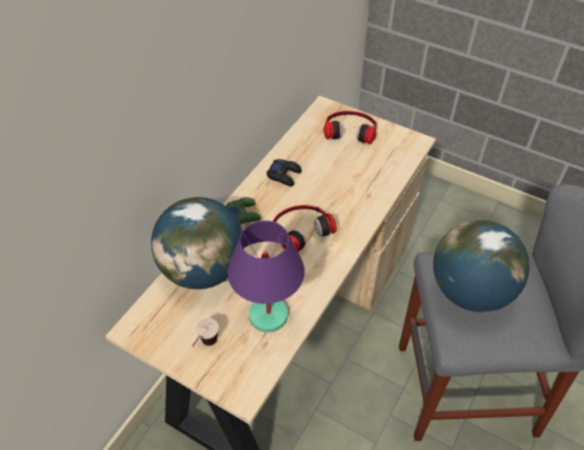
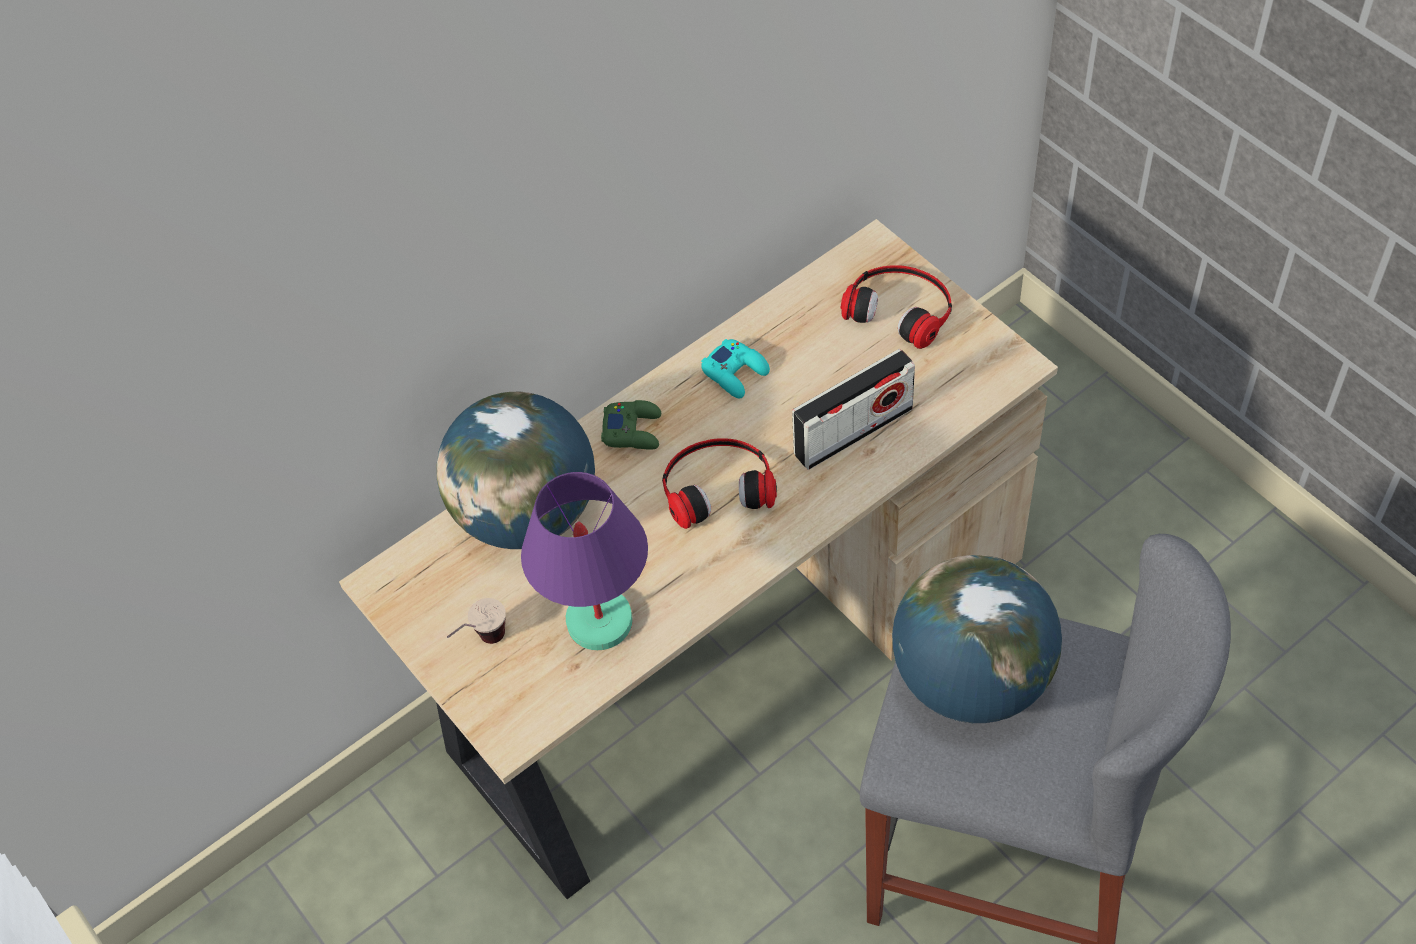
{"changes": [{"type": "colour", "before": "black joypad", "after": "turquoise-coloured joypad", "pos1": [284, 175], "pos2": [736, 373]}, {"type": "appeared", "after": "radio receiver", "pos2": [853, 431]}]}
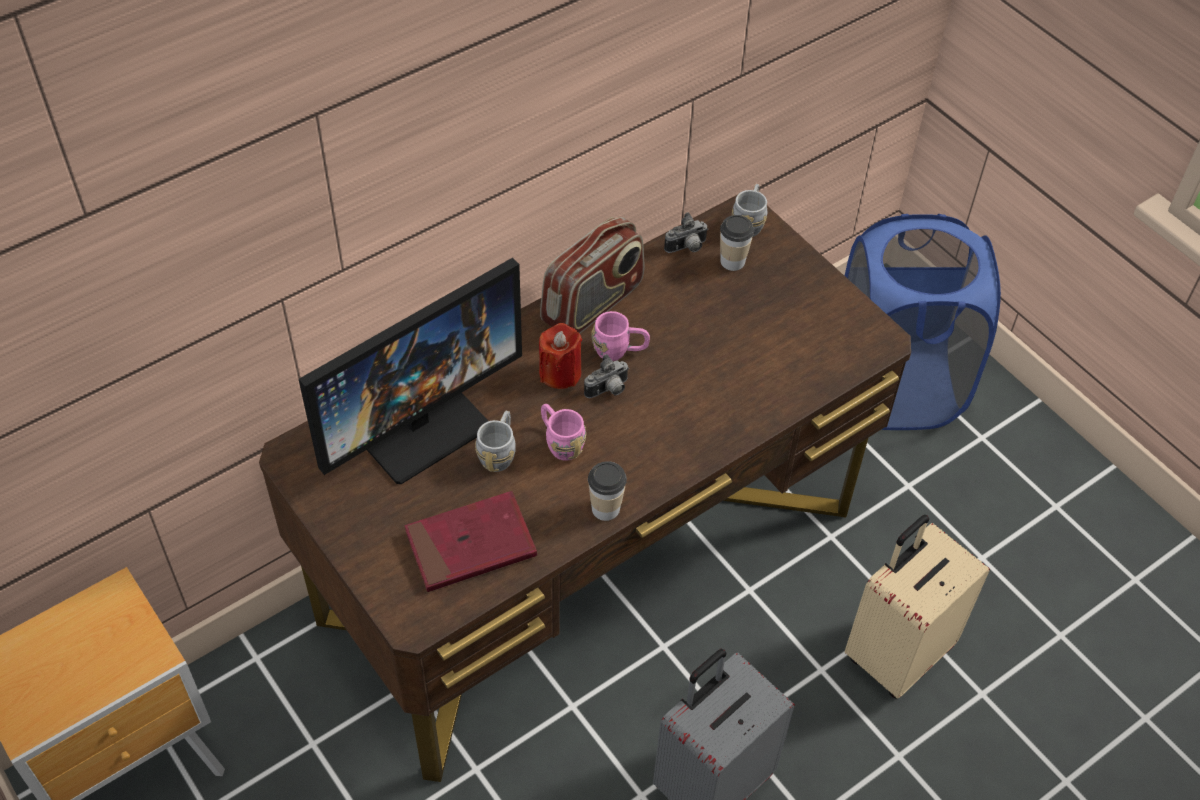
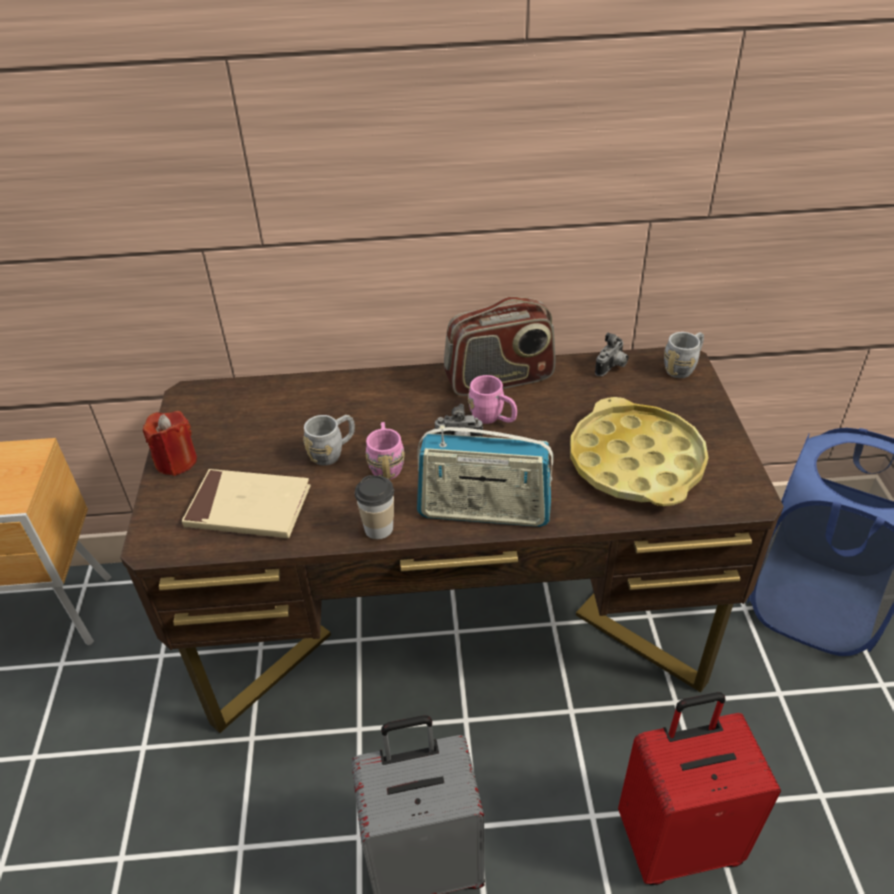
{"changes": [{"type": "spun", "before": "photo camera", "pos1": [687, 248], "pos2": [612, 367], "turn": -60}, {"type": "missing", "before": "drinking cup", "pos1": [732, 261]}, {"type": "missing", "before": "computer display", "pos1": [418, 424]}, {"type": "relocated", "before": "red candle", "pos1": [560, 373], "pos2": [176, 461]}, {"type": "colour", "before": "red book", "after": "beige book", "pos1": [471, 545], "pos2": [248, 508]}, {"type": "colour", "before": "beige suitcase", "after": "red suitcase", "pos1": [896, 652], "pos2": [677, 840]}, {"type": "appeared", "after": "yellow-coloured serving tray", "pos2": [635, 462]}, {"type": "appeared", "after": "radio receiver", "pos2": [484, 511]}]}
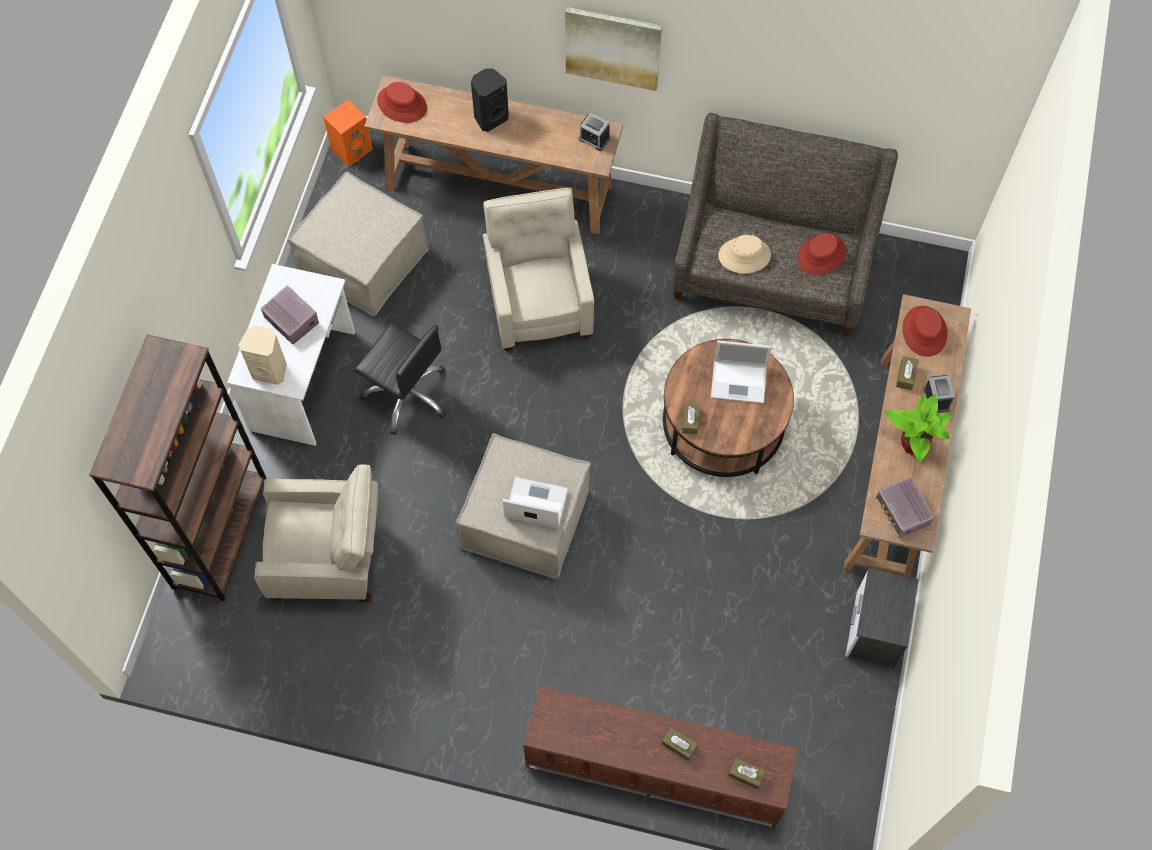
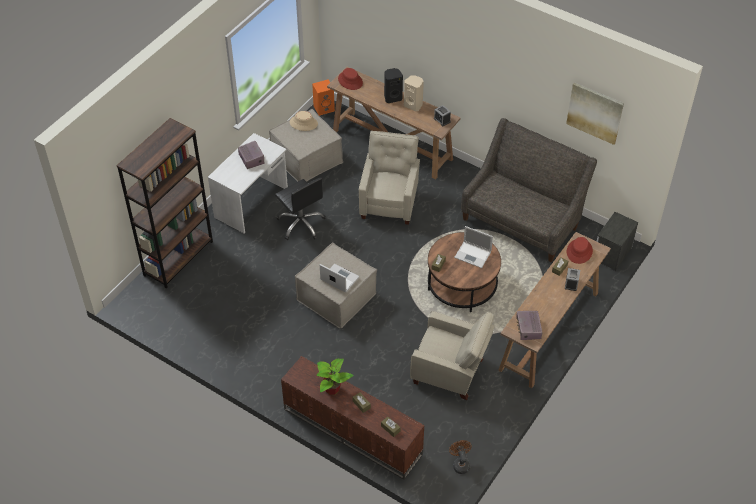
{"changes": [{"type": "relocated", "before": "picture", "pos1": [613, 47], "pos2": [595, 112]}, {"type": "missing", "before": "red hat", "pos1": [821, 255]}, {"type": "relocated", "before": "beige hat", "pos1": [744, 255], "pos2": [303, 123]}, {"type": "relocated", "before": "beige audio speaker", "pos1": [270, 370], "pos2": [413, 105]}, {"type": "relocated", "before": "potted plant", "pos1": [912, 444], "pos2": [332, 389]}, {"type": "relocated", "before": "beige easy chair", "pos1": [330, 559], "pos2": [450, 372]}, {"type": "relocated", "before": "night table", "pos1": [874, 631], "pos2": [611, 254]}, {"type": "appeared", "after": "brown fan", "pos2": [460, 463]}]}
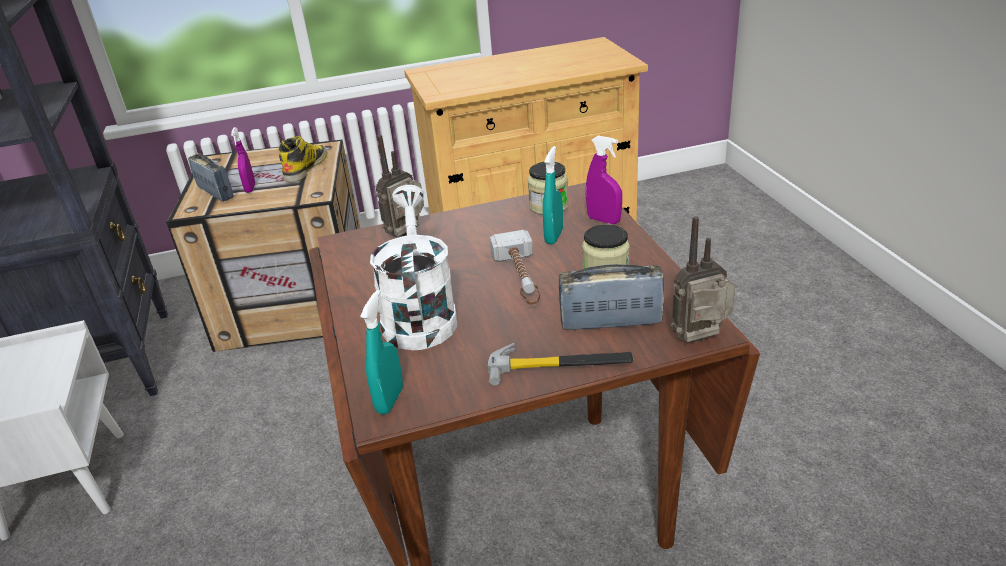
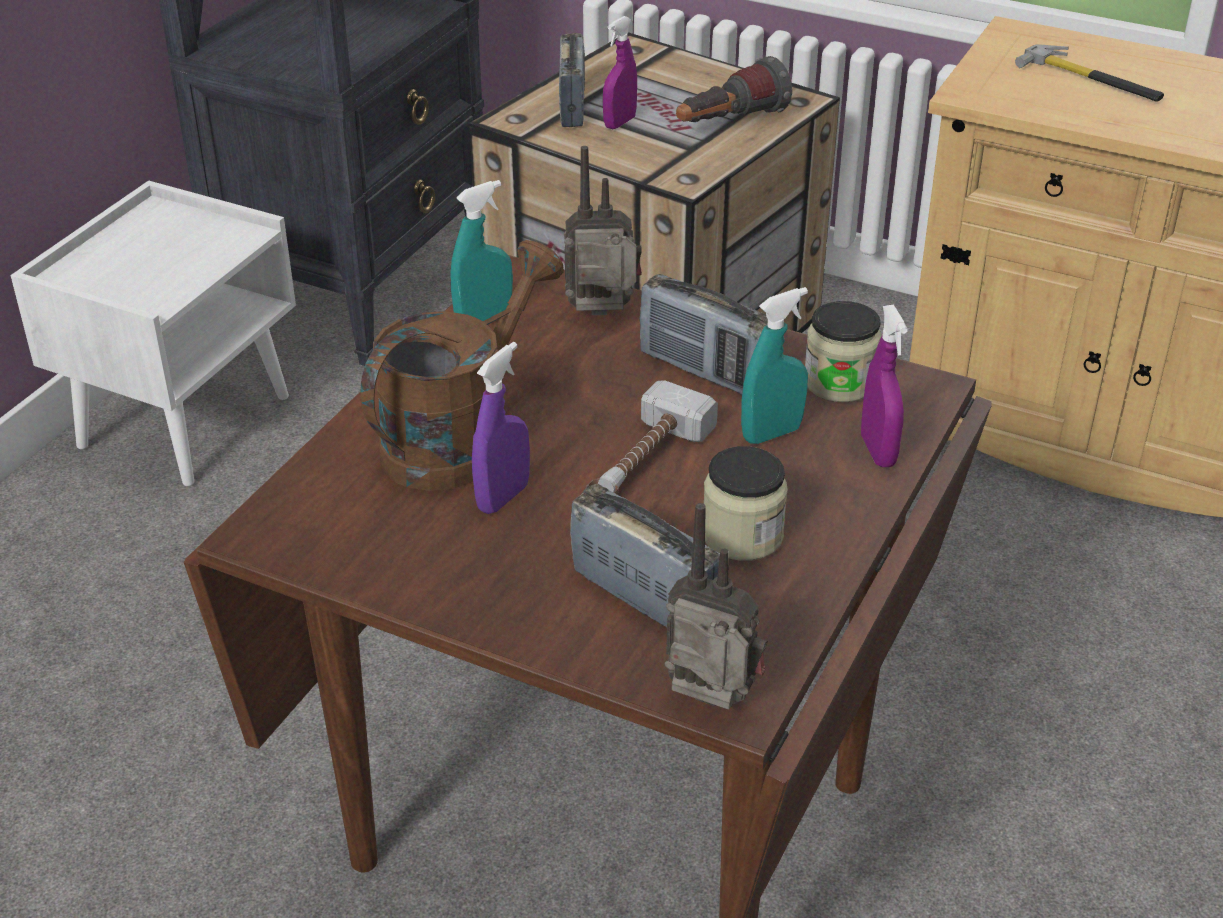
{"changes": [{"type": "exchanged", "before": "tall boot", "after": "hand torch", "pos1": [306, 167], "pos2": [729, 124]}, {"type": "colour", "before": "white sprinkling can", "after": "brown sprinkling can", "pos1": [419, 315], "pos2": [458, 438]}, {"type": "relocated", "before": "turquoise-coloured hand sprayer", "pos1": [390, 400], "pos2": [484, 319]}, {"type": "relocated", "before": "hammer", "pos1": [560, 365], "pos2": [1092, 79]}, {"type": "appeared", "after": "radio receiver", "pos2": [705, 371]}, {"type": "appeared", "after": "purplish hand sprayer", "pos2": [503, 497]}]}
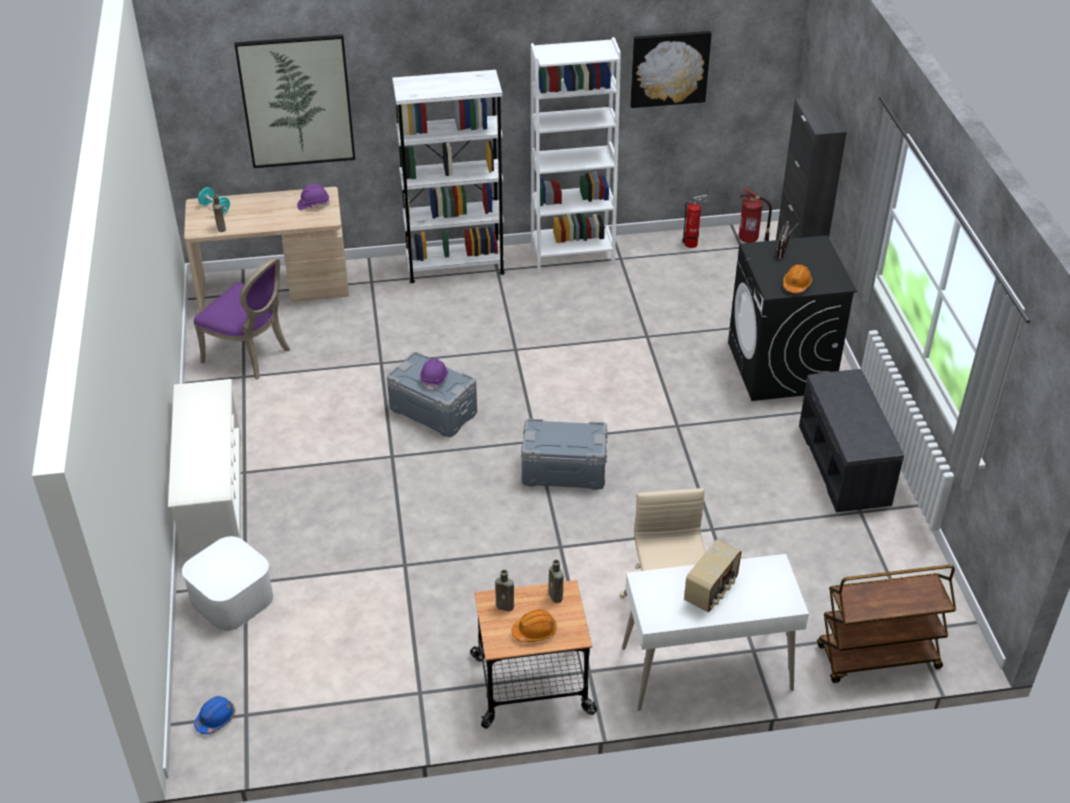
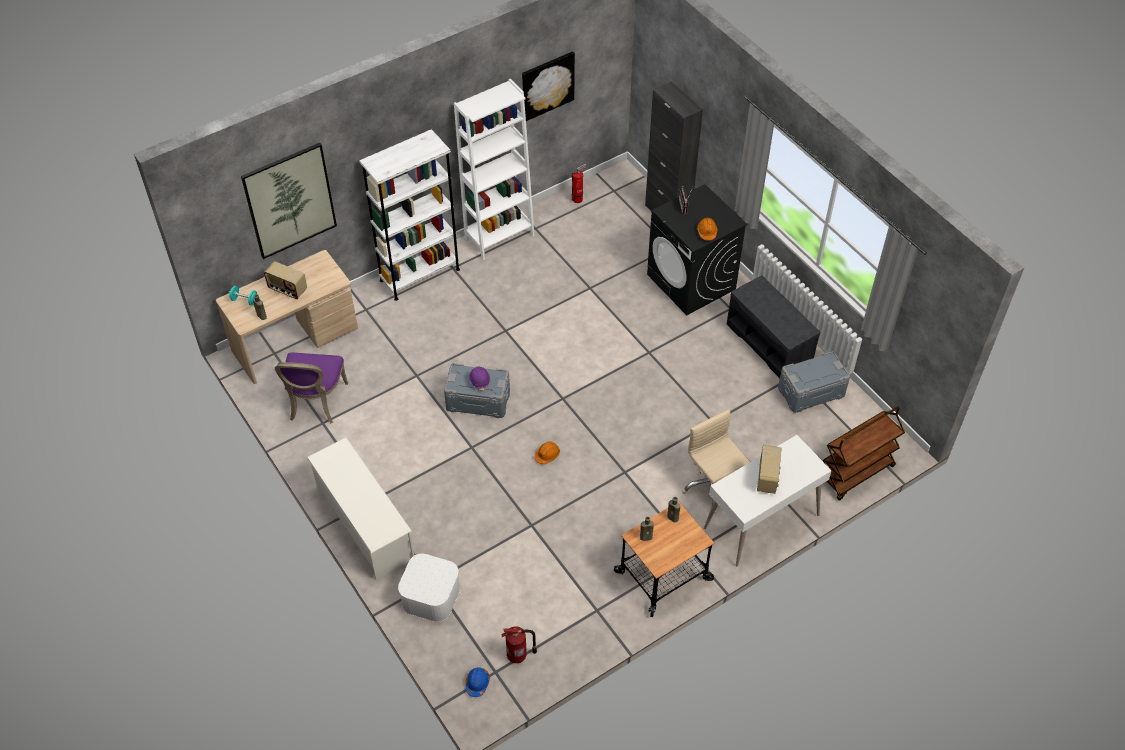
{"changes": [{"type": "missing", "before": "purplish work helmet", "pos1": [313, 204]}, {"type": "relocated", "before": "fire extinguisher", "pos1": [749, 239], "pos2": [518, 655]}, {"type": "spun", "before": "purplish plain chair", "pos1": [251, 355], "pos2": [316, 403], "turn": 90}, {"type": "relocated", "before": "greyish storage bin", "pos1": [564, 471], "pos2": [811, 392]}, {"type": "relocated", "before": "orangey work helmet", "pos1": [534, 631], "pos2": [547, 455]}, {"type": "appeared", "after": "radio receiver", "pos2": [287, 289]}]}
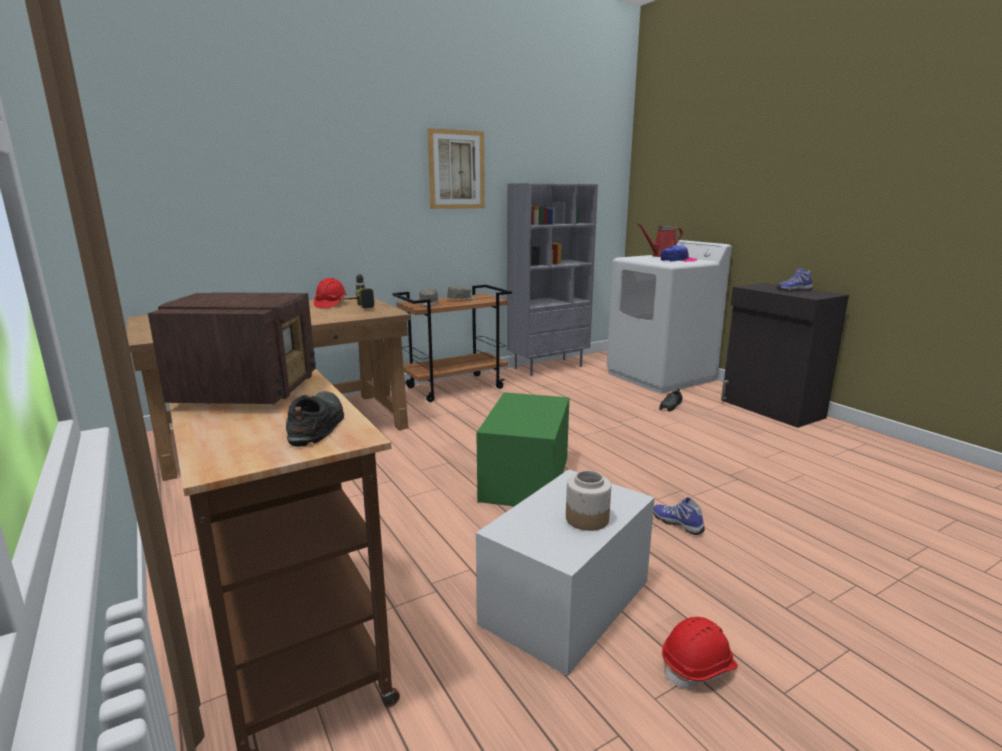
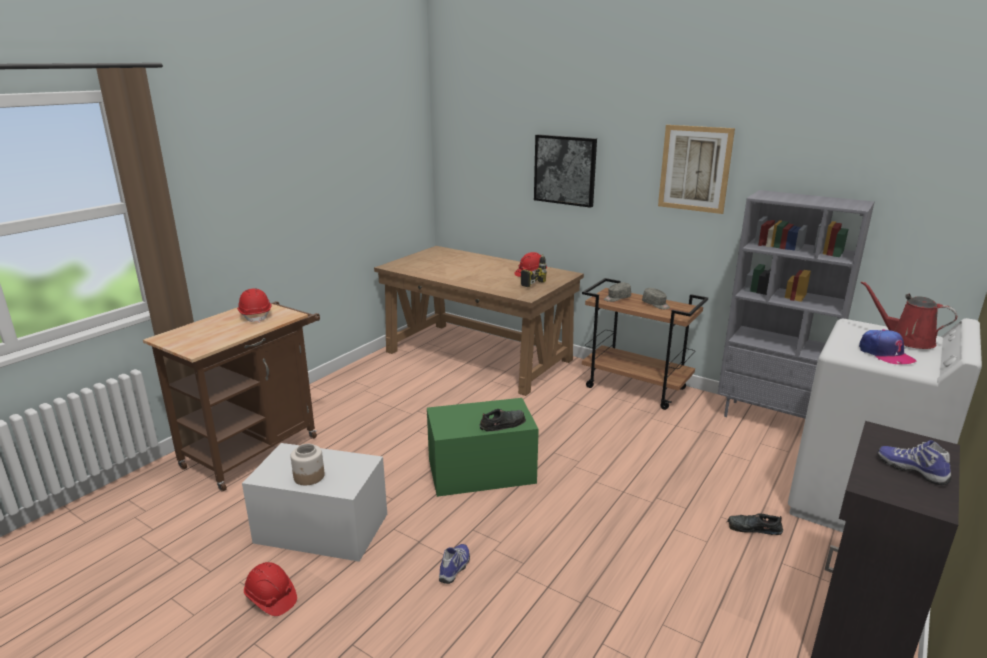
{"changes": [{"type": "exchanged", "before": "radio receiver", "after": "red work helmet", "pos1": [249, 391], "pos2": [256, 315]}, {"type": "relocated", "before": "black shoe", "pos1": [316, 425], "pos2": [503, 424]}, {"type": "appeared", "after": "picture", "pos2": [565, 170]}]}
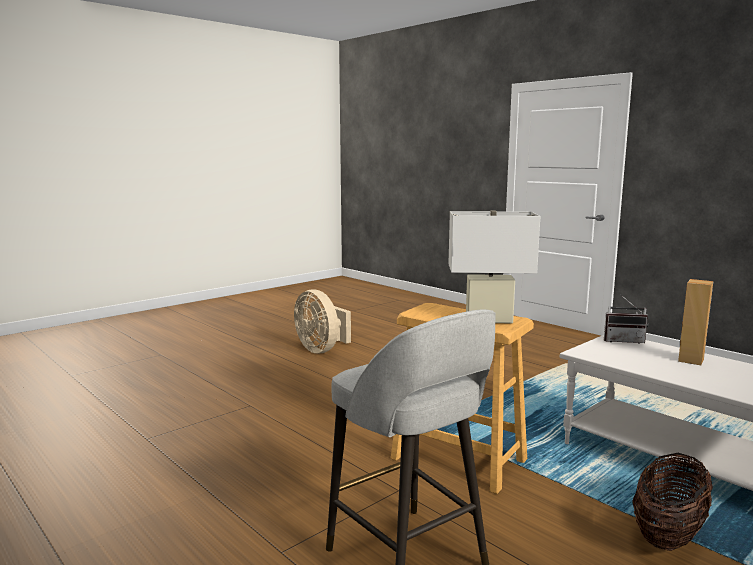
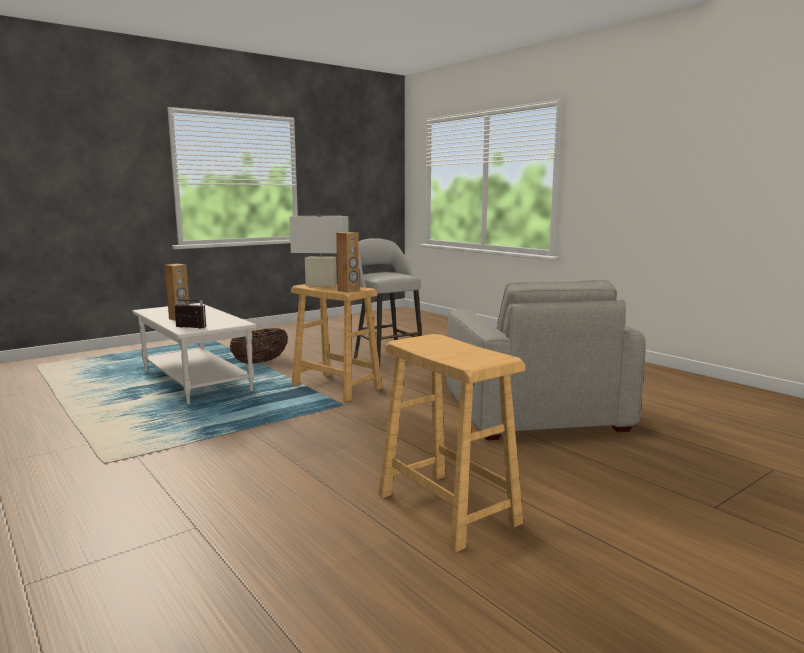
{"changes": [{"type": "exchanged", "before": "beige fan", "after": "beige stool seat", "pos1": [321, 349], "pos2": [447, 508]}, {"type": "appeared", "after": "brown audio speaker", "pos2": [348, 290]}, {"type": "appeared", "after": "greyish easy chair", "pos2": [533, 411]}]}
